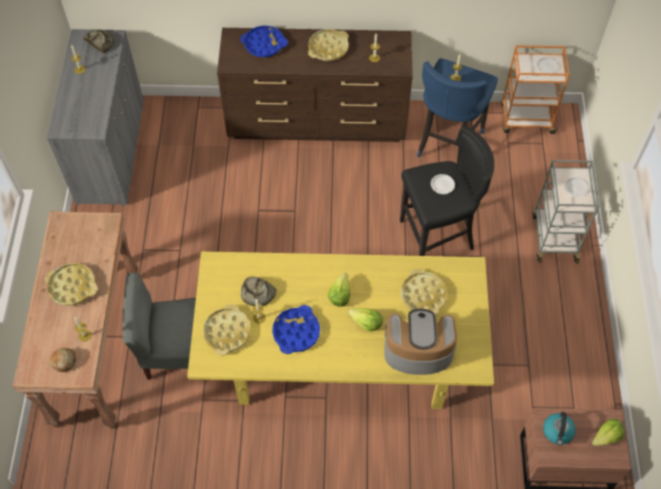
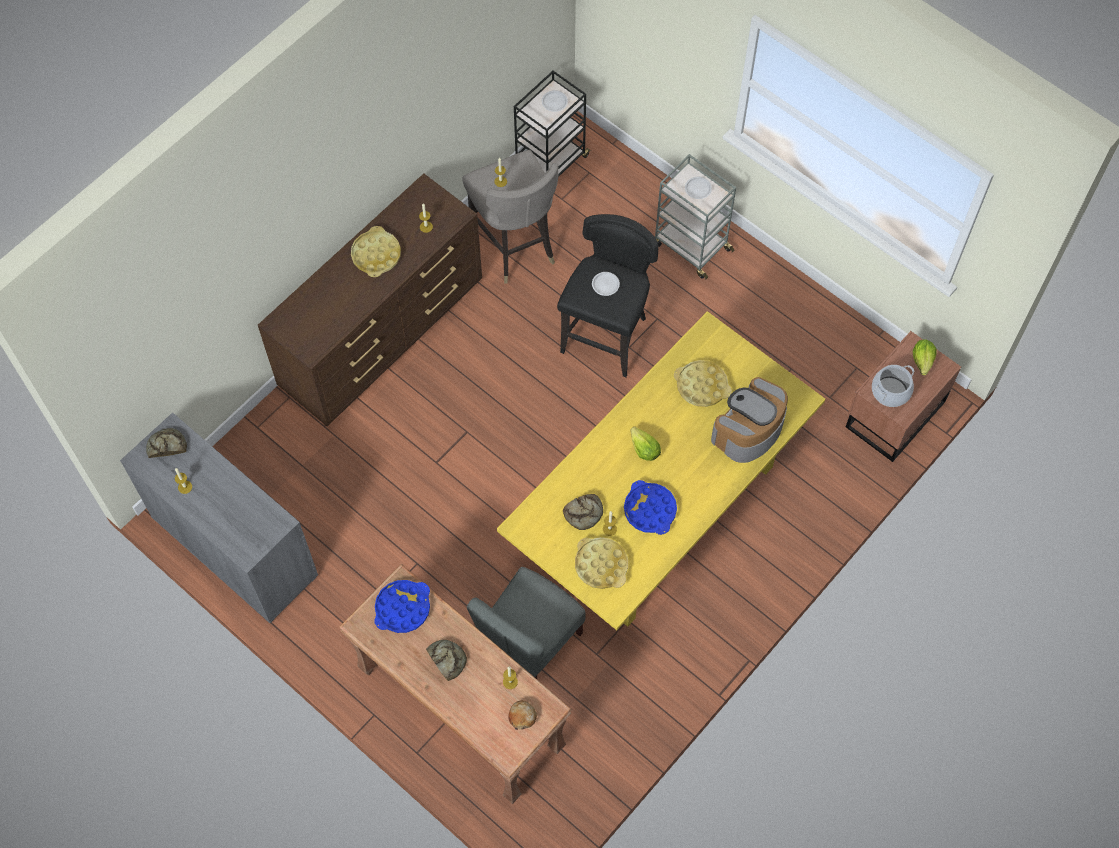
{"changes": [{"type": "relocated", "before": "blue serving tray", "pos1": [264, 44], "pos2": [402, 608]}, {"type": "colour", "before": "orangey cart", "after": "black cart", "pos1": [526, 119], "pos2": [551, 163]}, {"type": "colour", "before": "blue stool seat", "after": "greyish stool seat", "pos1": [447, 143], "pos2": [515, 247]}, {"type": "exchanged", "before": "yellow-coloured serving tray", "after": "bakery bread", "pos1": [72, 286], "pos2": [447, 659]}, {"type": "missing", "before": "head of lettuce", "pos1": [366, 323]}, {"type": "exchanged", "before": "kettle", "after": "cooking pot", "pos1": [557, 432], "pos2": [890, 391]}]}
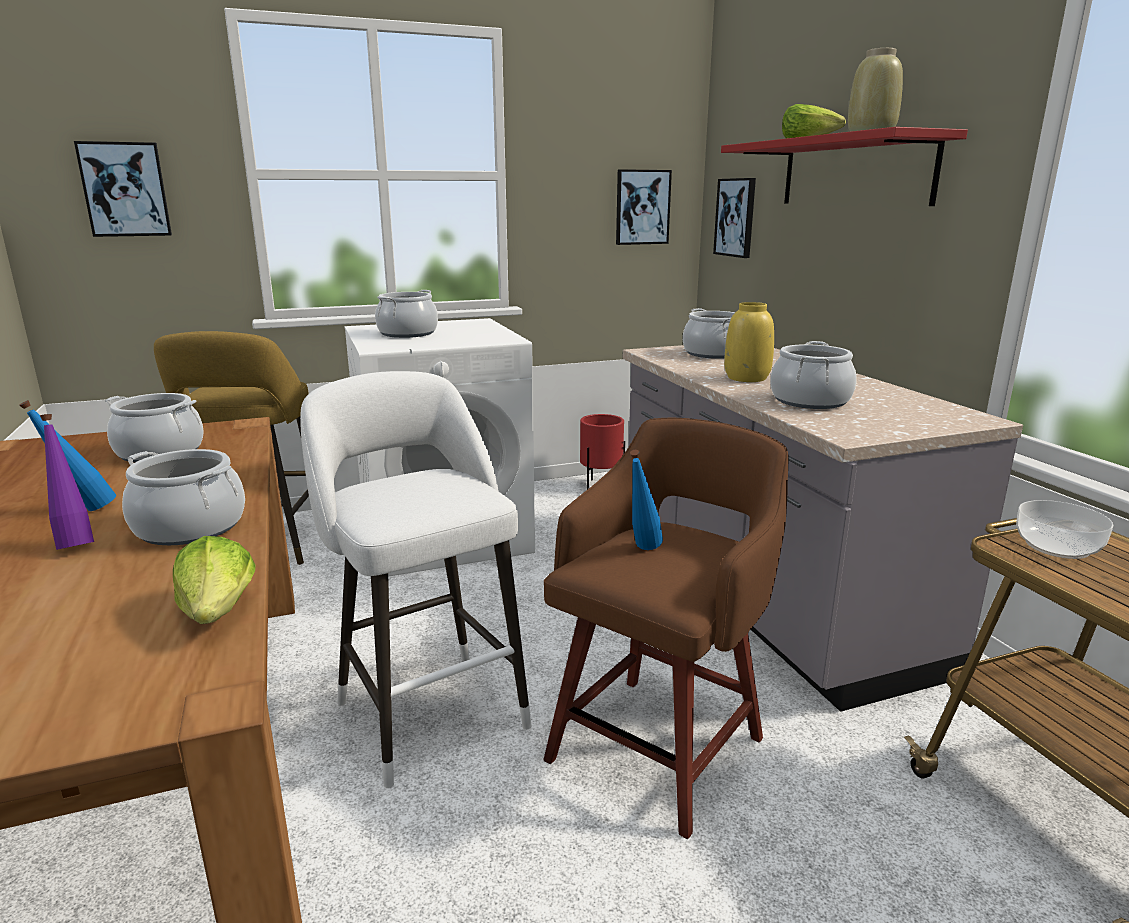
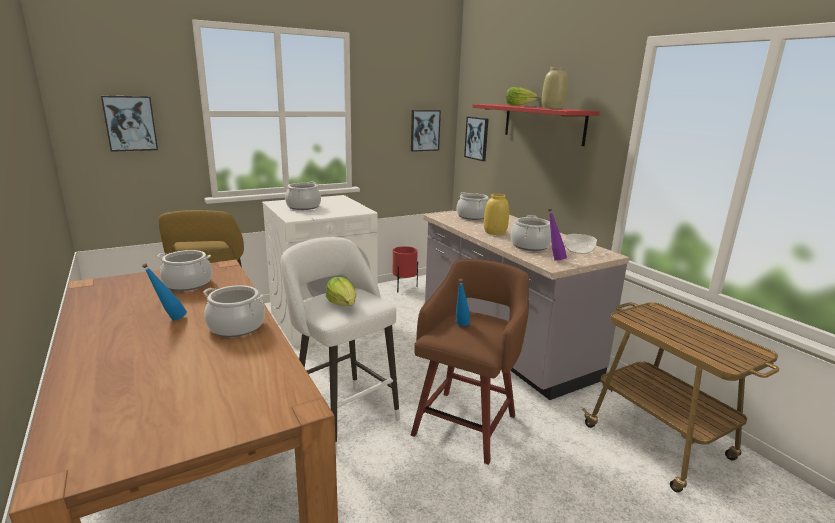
{"changes": [{"type": "relocated", "before": "purplish bottle", "pos1": [75, 544], "pos2": [553, 259]}, {"type": "relocated", "before": "serving bowl", "pos1": [1058, 546], "pos2": [579, 250]}, {"type": "relocated", "before": "head of lettuce", "pos1": [218, 611], "pos2": [343, 304]}]}
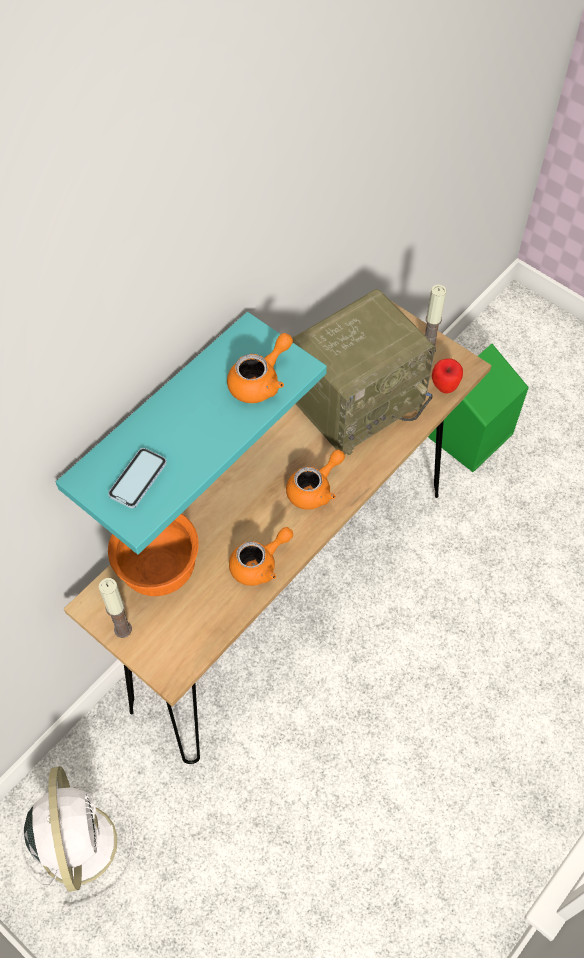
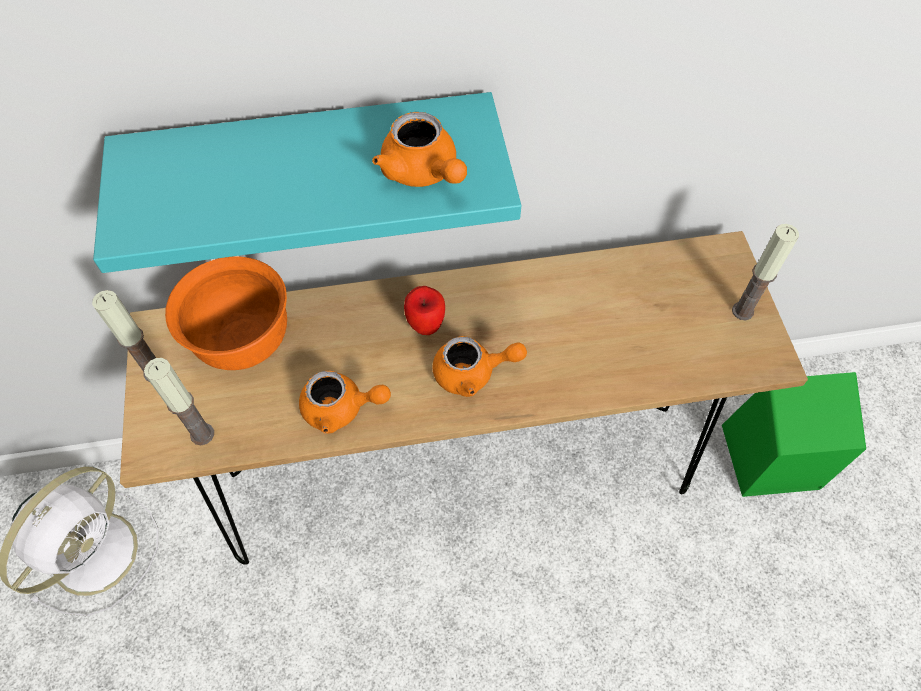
{"changes": [{"type": "missing", "before": "radio receiver", "pos1": [358, 401]}, {"type": "spun", "before": "orangey pot for tea", "pos1": [260, 381], "pos2": [423, 173], "turn": 60}, {"type": "relocated", "before": "apple fruit", "pos1": [444, 388], "pos2": [425, 326]}, {"type": "missing", "before": "phone", "pos1": [138, 479]}, {"type": "appeared", "after": "candle", "pos2": [202, 434]}]}
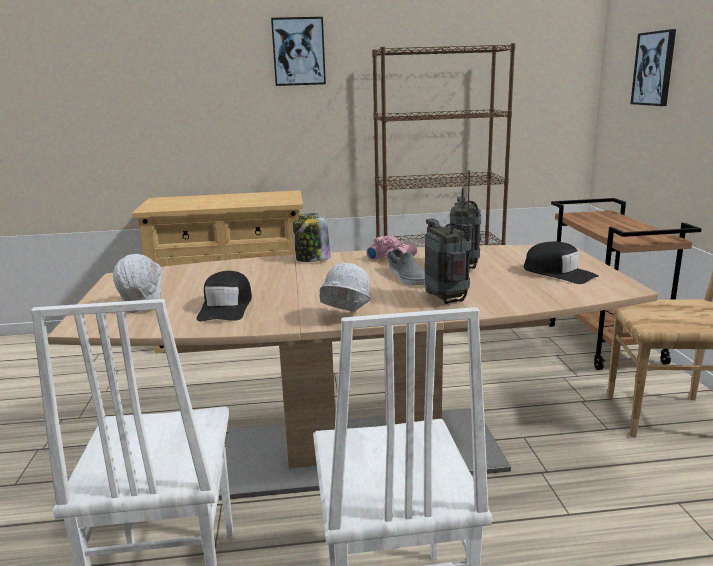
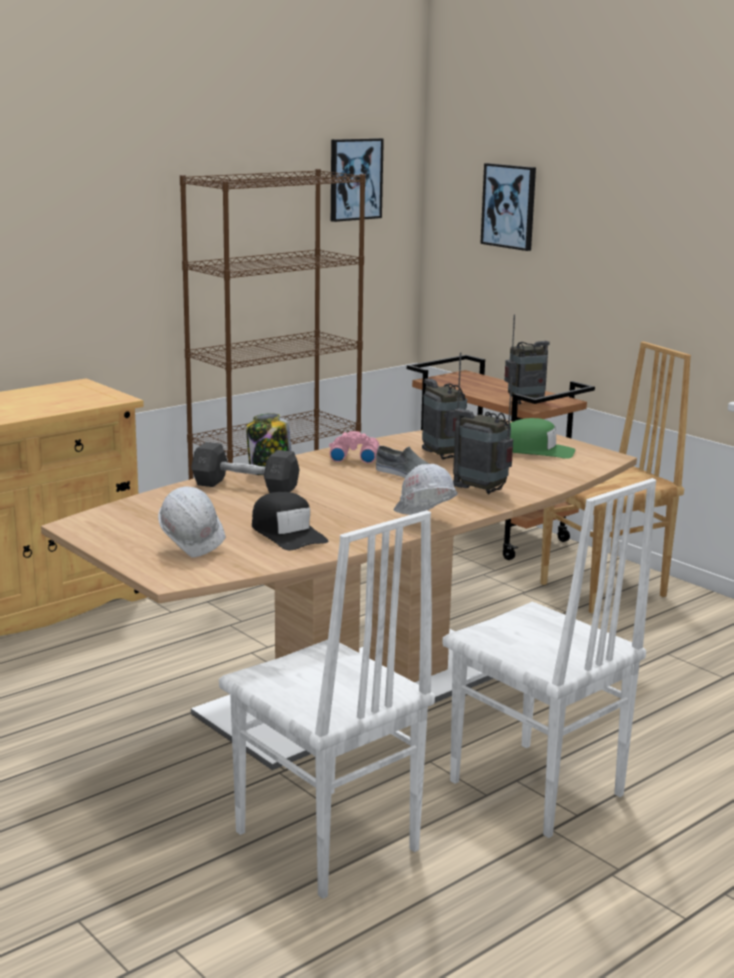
{"changes": [{"type": "relocated", "before": "picture", "pos1": [298, 51], "pos2": [355, 179]}, {"type": "colour", "before": "black cap", "after": "green-coloured cap", "pos1": [559, 273], "pos2": [537, 450]}, {"type": "appeared", "after": "radio receiver", "pos2": [525, 403]}, {"type": "appeared", "after": "greyish hand weight", "pos2": [245, 487]}]}
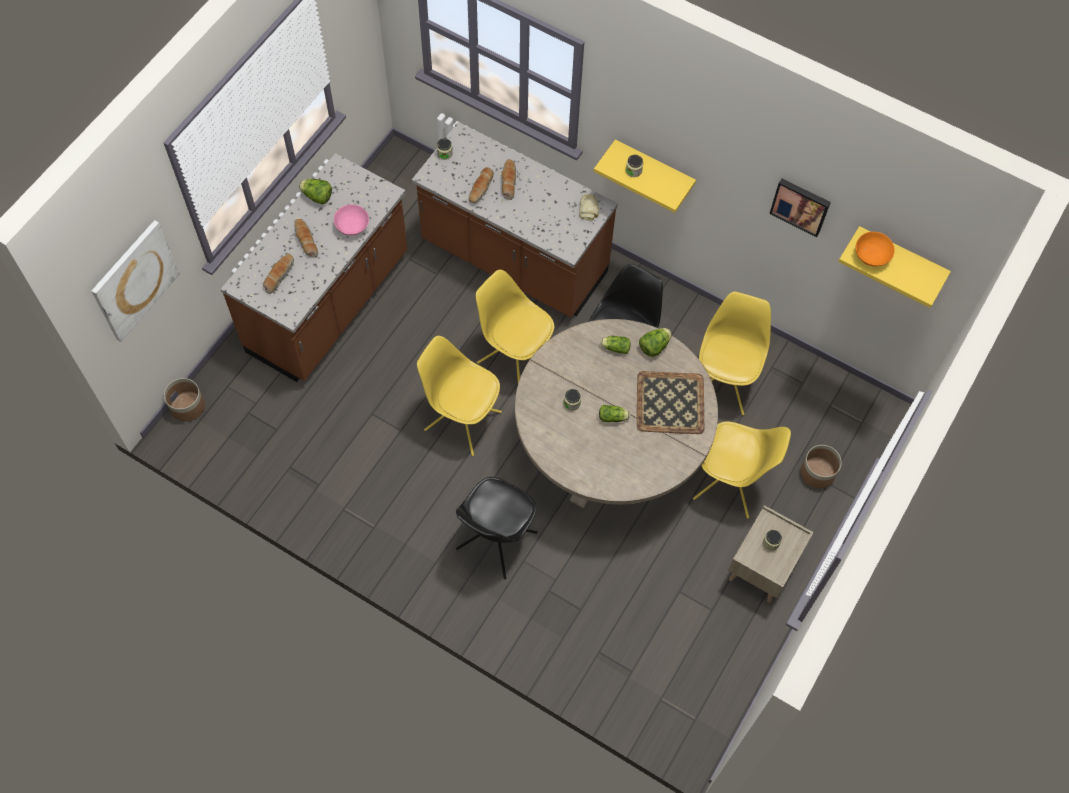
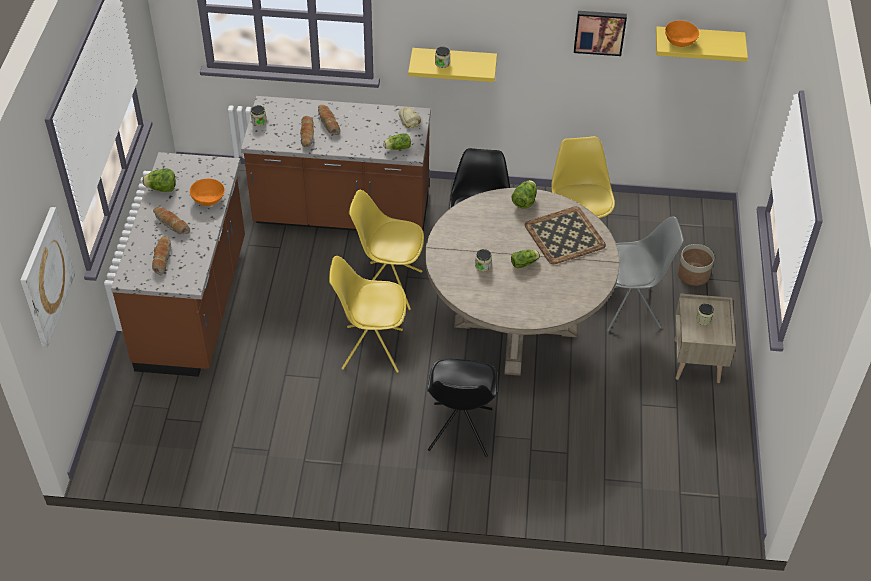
{"changes": [{"type": "colour", "before": "pink-coloured serving bowl", "after": "orangey serving bowl", "pos1": [352, 226], "pos2": [208, 199]}, {"type": "relocated", "before": "head of lettuce", "pos1": [614, 347], "pos2": [397, 148]}, {"type": "missing", "before": "plant pot", "pos1": [187, 406]}, {"type": "colour", "before": "yellow-coloured plain chair", "after": "greyish plain chair", "pos1": [730, 485], "pos2": [630, 310]}]}
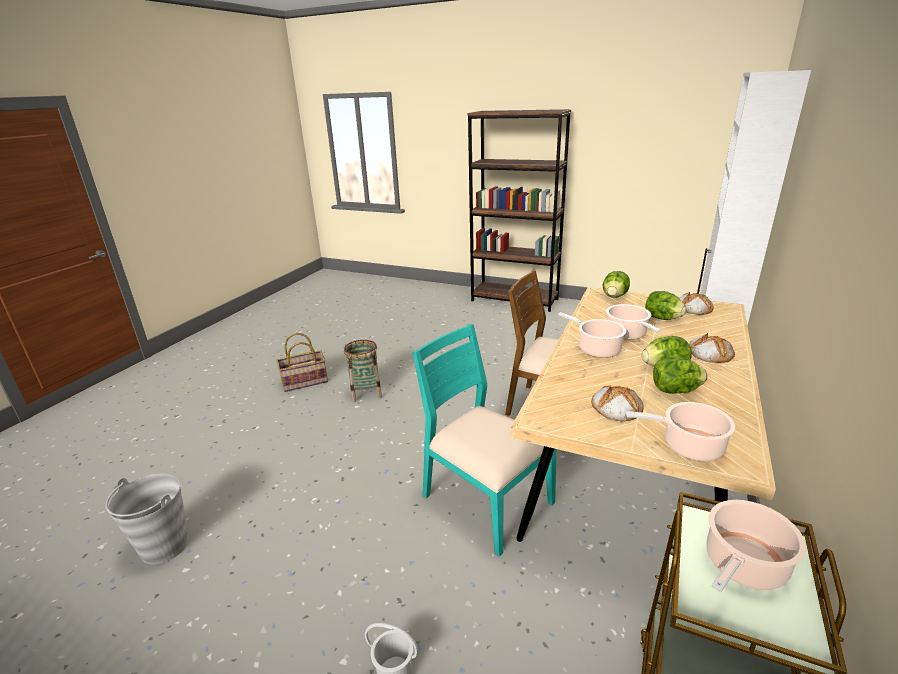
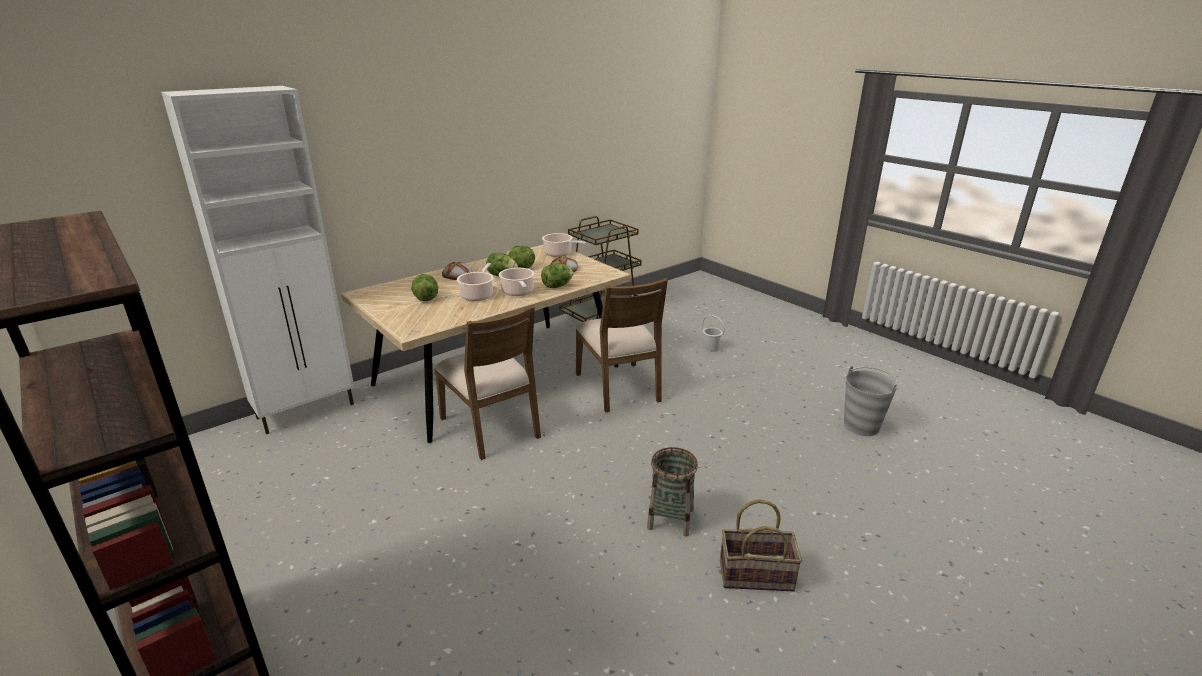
{"changes": [{"type": "relocated", "before": "head of lettuce", "pos1": [614, 296], "pos2": [557, 286]}, {"type": "missing", "before": "bakery bread", "pos1": [693, 308]}, {"type": "colour", "before": "turquoise-coloured plain chair", "after": "brown plain chair", "pos1": [485, 499], "pos2": [619, 387]}, {"type": "missing", "before": "cooking pot", "pos1": [743, 566]}]}
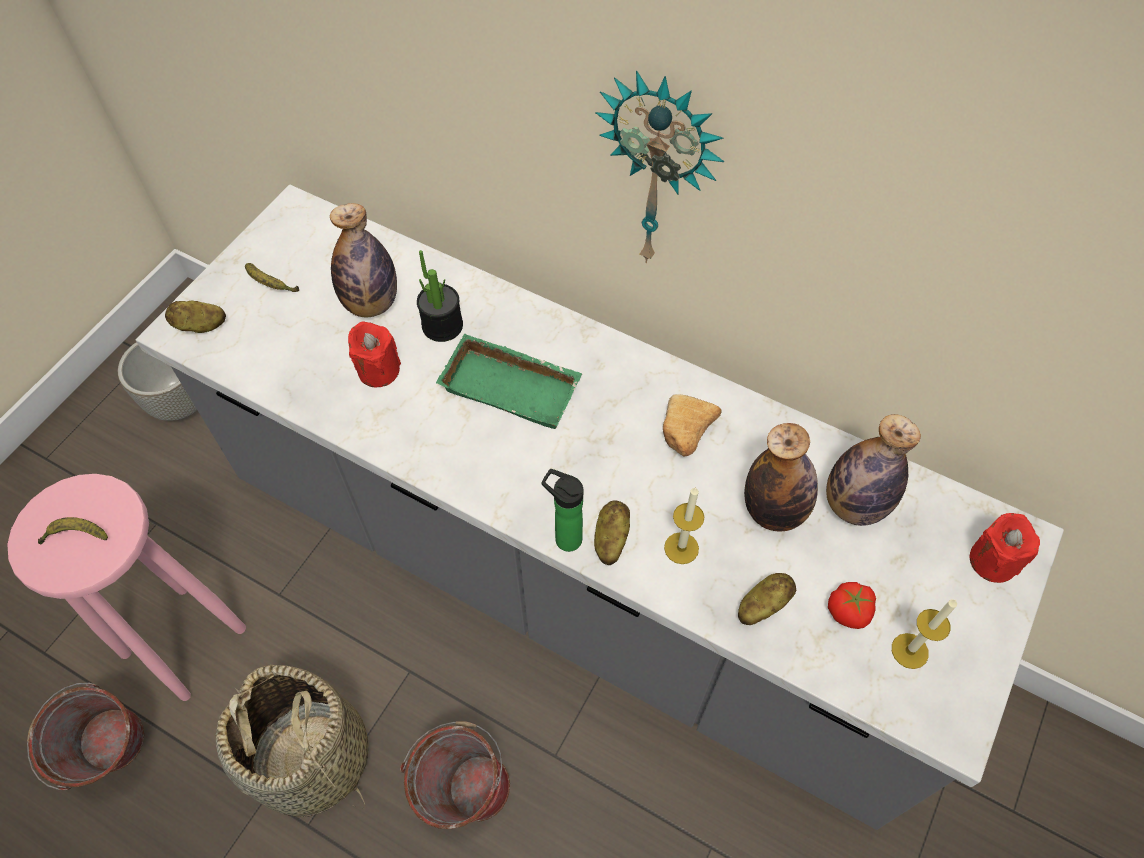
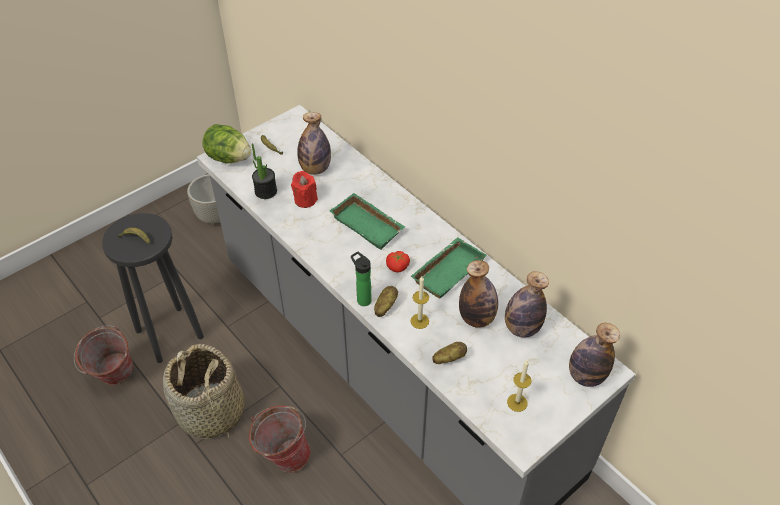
{"changes": [{"type": "missing", "before": "wall clock", "pos1": [659, 172]}, {"type": "relocated", "before": "potted plant", "pos1": [442, 325], "pos2": [266, 191]}, {"type": "exchanged", "before": "potato", "after": "head of lettuce", "pos1": [200, 326], "pos2": [229, 158]}, {"type": "exchanged", "before": "bakery bread", "after": "green-coloured serving tray", "pos1": [685, 433], "pos2": [447, 270]}, {"type": "colour", "before": "pink-coloured stool seat", "after": "black stool seat", "pos1": [185, 640], "pos2": [170, 333]}, {"type": "exchanged", "before": "red candle", "after": "bottle", "pos1": [993, 561], "pos2": [585, 376]}, {"type": "relocated", "before": "fresh tomato", "pos1": [849, 611], "pos2": [398, 267]}]}
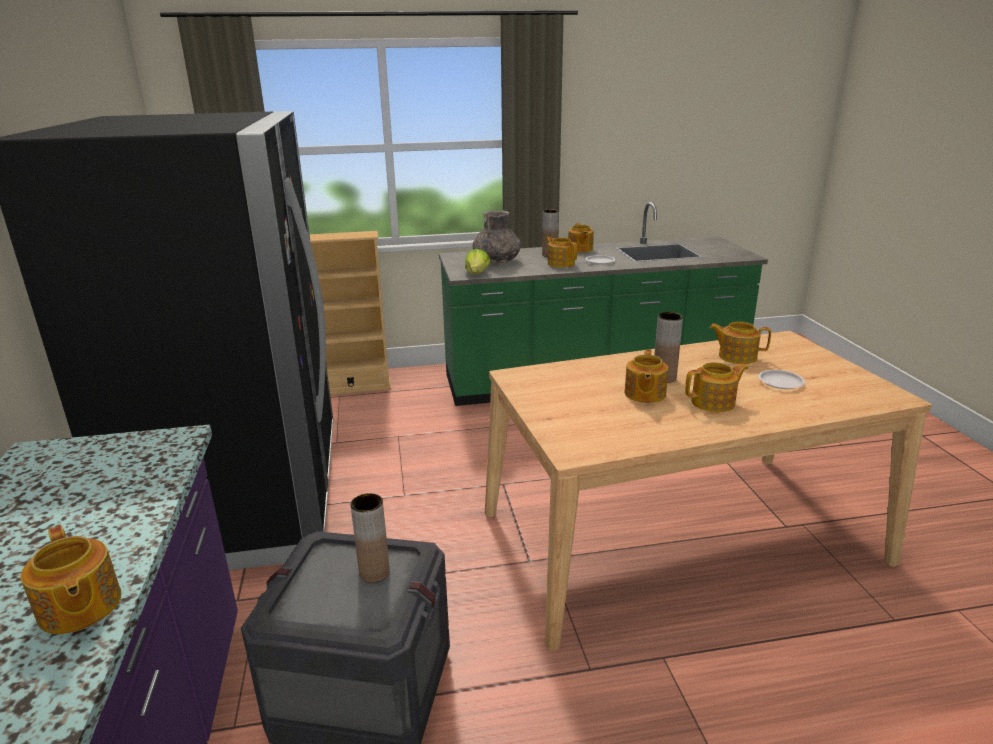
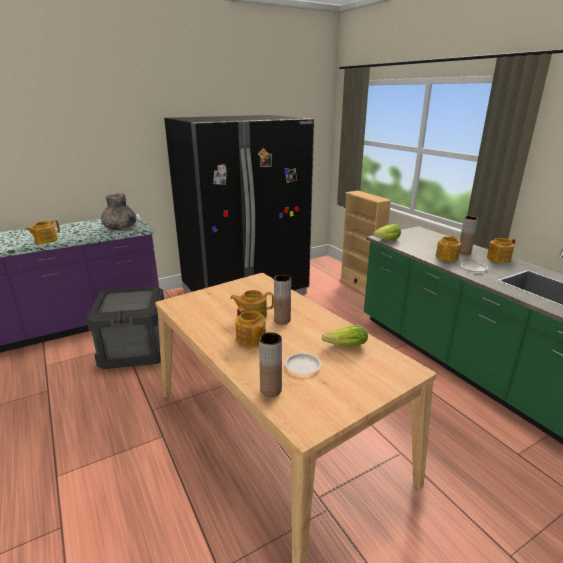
{"changes": [{"type": "relocated", "before": "greyish decorative vase", "pos1": [497, 261], "pos2": [120, 229]}, {"type": "exchanged", "before": "pot for tea", "after": "head of lettuce", "pos1": [736, 356], "pos2": [343, 346]}, {"type": "relocated", "before": "brown decorative vase", "pos1": [374, 572], "pos2": [271, 390]}]}
